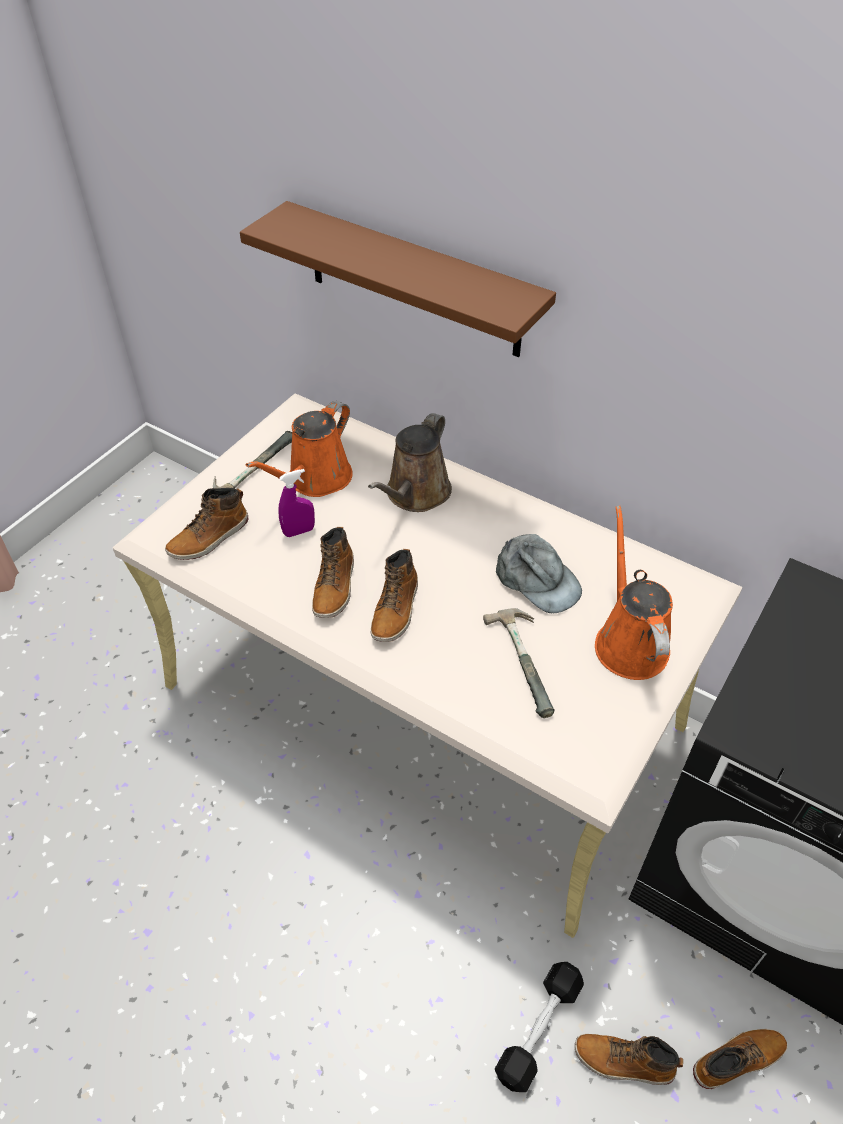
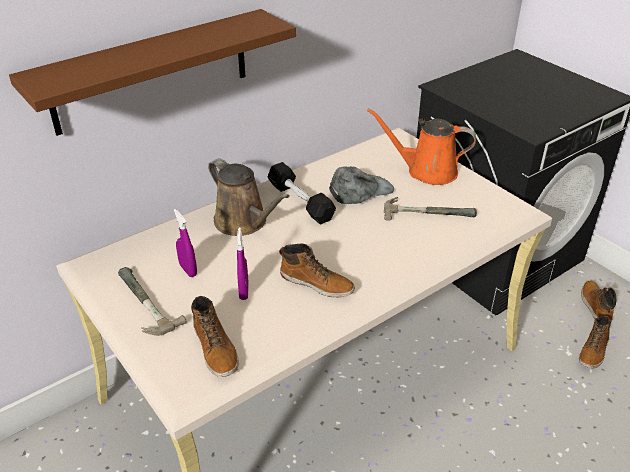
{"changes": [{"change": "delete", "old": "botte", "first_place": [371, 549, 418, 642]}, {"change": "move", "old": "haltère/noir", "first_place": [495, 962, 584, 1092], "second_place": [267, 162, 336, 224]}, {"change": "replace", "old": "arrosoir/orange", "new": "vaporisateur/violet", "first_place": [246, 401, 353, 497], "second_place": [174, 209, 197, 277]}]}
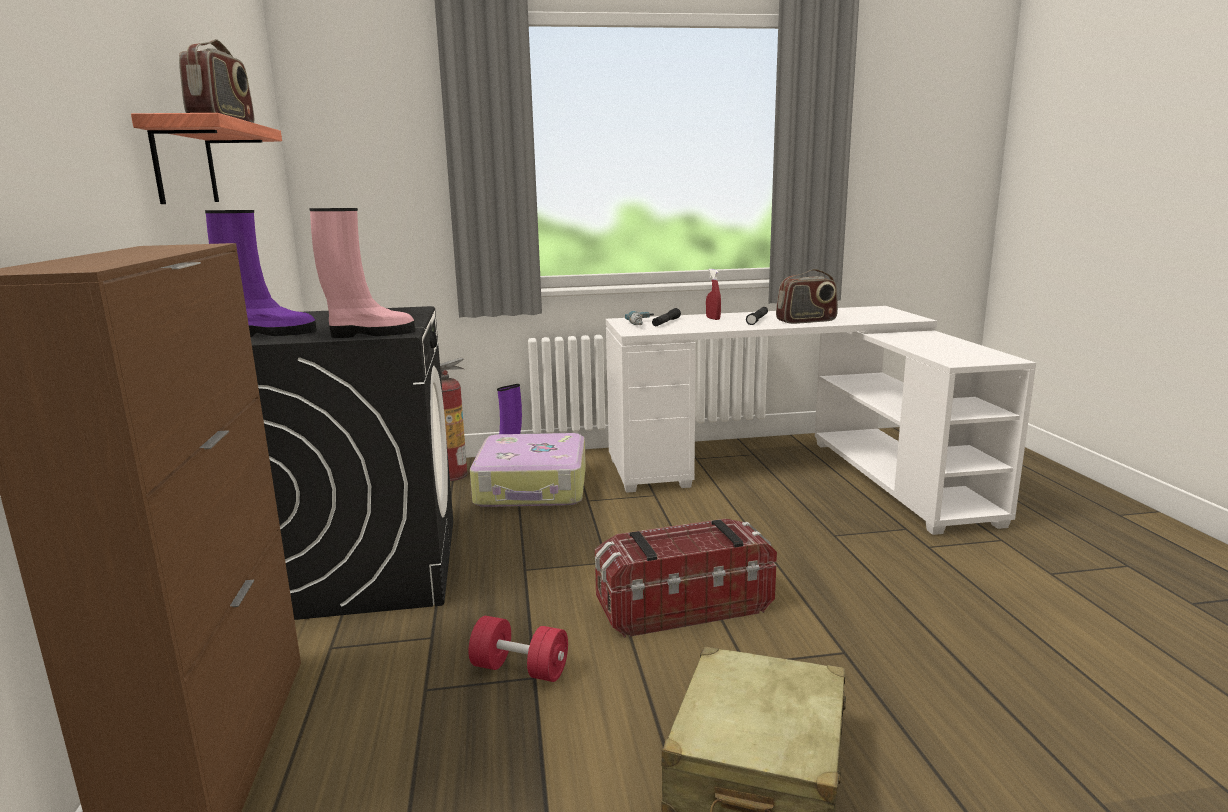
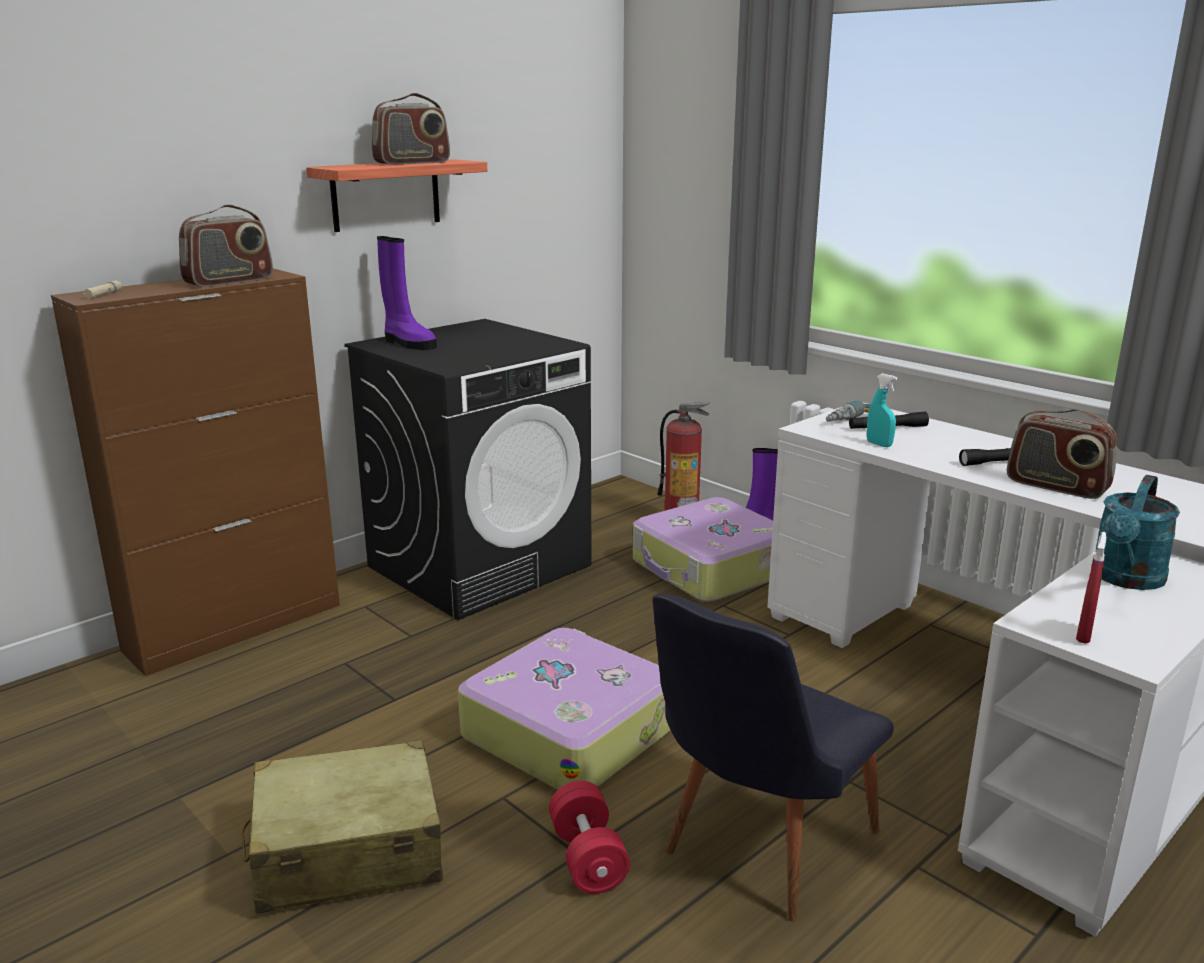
{"changes": [{"change": "delete", "old": "botte/rose", "first_place": [310, 208, 415, 338]}, {"change": "insert", "new": "lampe de poche/beige", "second_place": [83, 281, 122, 299]}, {"change": "insert", "new": "radio", "second_place": [179, 204, 273, 287]}, {"change": "insert", "new": "chaise/noir", "second_place": [652, 594, 894, 922]}, {"change": "insert", "new": "vaporisateur/turquoise", "second_place": [867, 373, 897, 447]}, {"change": "insert", "new": "arrosoir/turquoise", "second_place": [1091, 475, 1180, 590]}, {"change": "move", "old": "haltère/rouge", "first_place": [468, 616, 568, 682], "second_place": [549, 781, 630, 894]}, {"change": "move", "old": "vaporisateur/rouge", "first_place": [706, 269, 721, 320], "second_place": [1076, 532, 1107, 644]}, {"change": "replace", "old": "boîte de rangement", "new": "valise", "first_place": [595, 519, 777, 638], "second_place": [458, 628, 671, 790]}]}
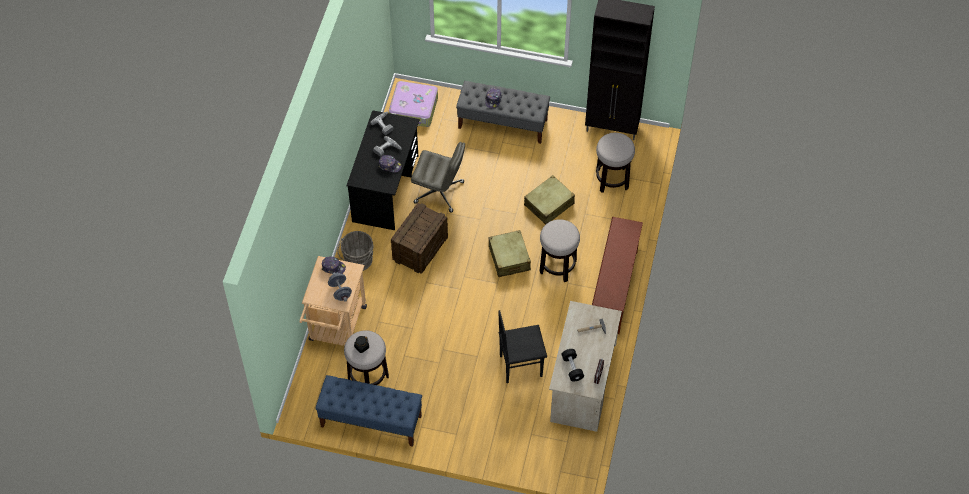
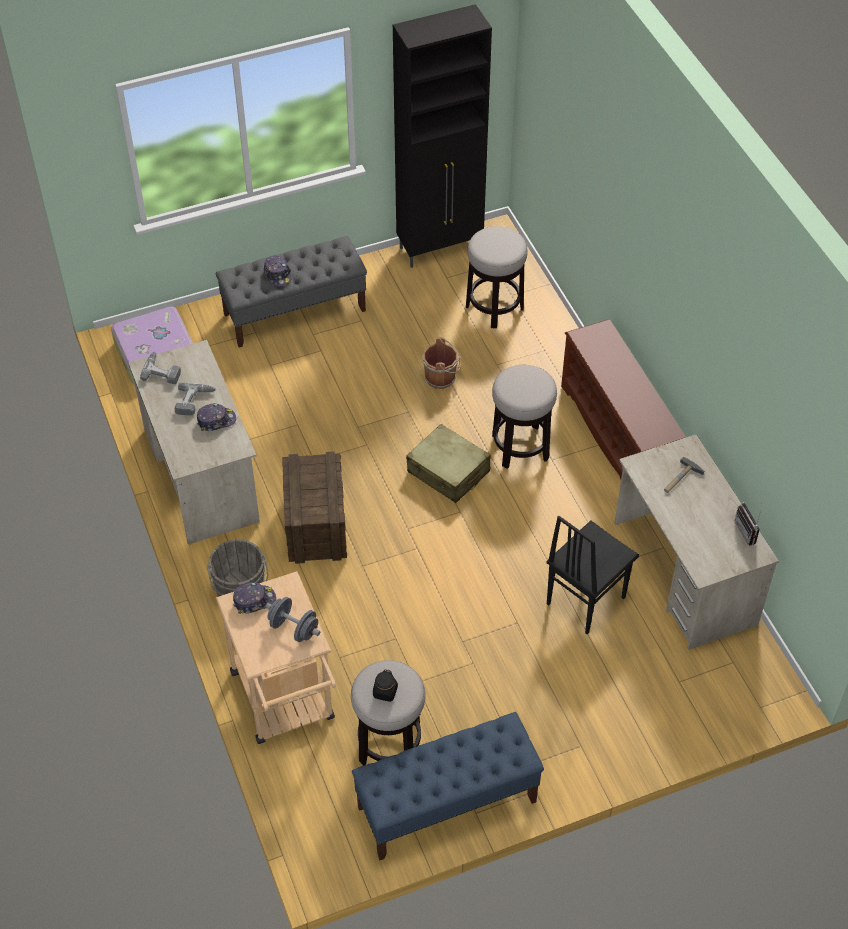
{"changes": [{"change": "delete", "old": "chaise de bureau/gris", "first_place": [411, 142, 465, 212]}, {"change": "delete", "old": "haltère/noir", "first_place": [562, 349, 584, 382]}, {"change": "replace", "old": "valise/beige", "new": "seau/marron", "first_place": [524, 175, 575, 225], "second_place": [422, 337, 462, 389]}, {"change": "recolor", "old": "bureau/noir", "new": "bureau/beige", "first_place": [346, 110, 419, 230], "second_place": [128, 340, 260, 545]}]}
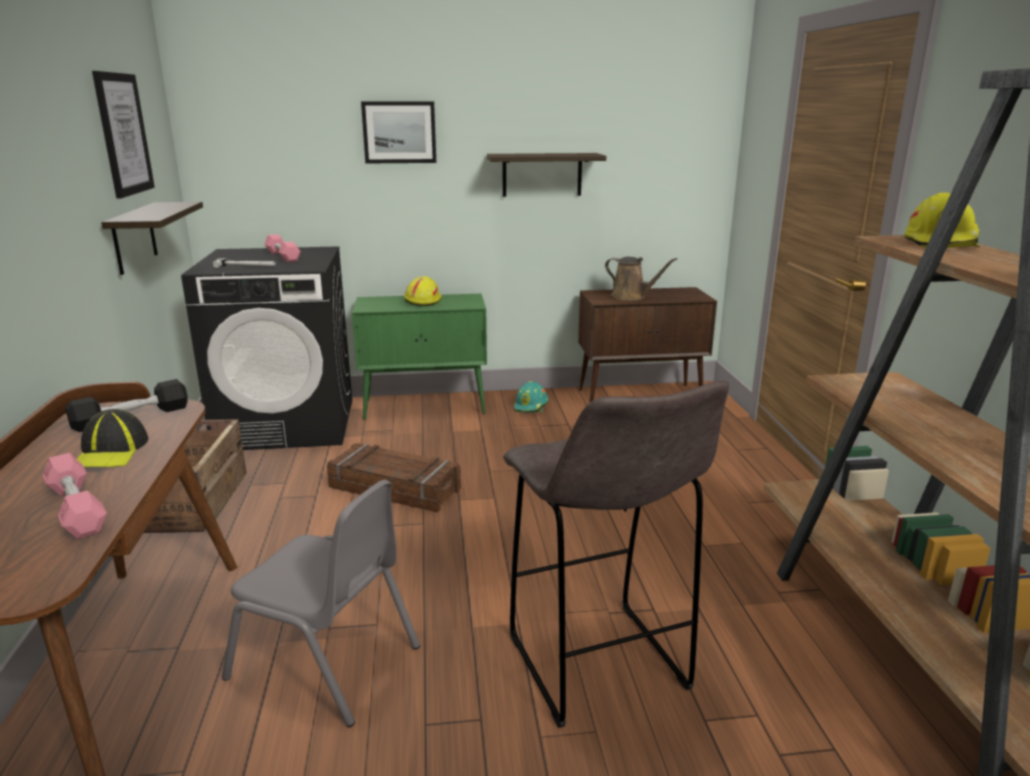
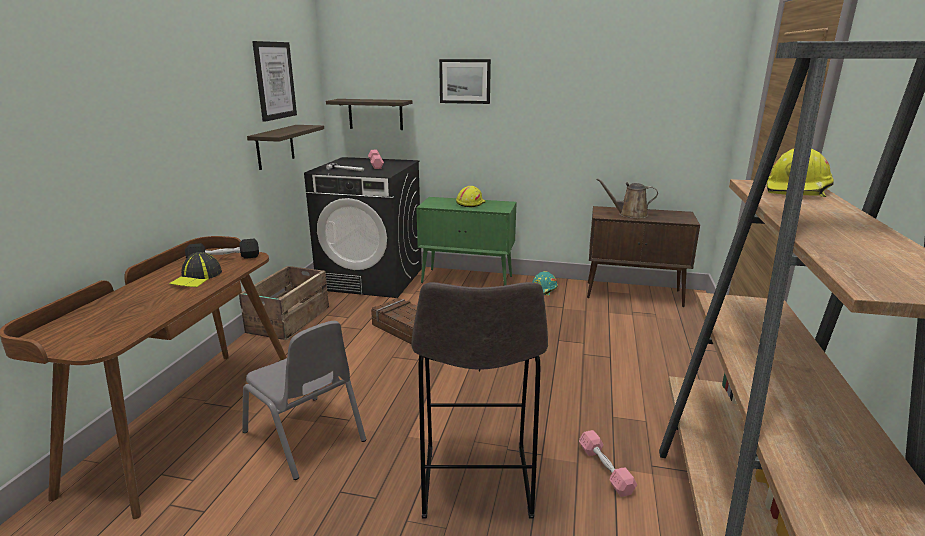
{"changes": [{"change": "move", "old": "haltère/rose", "first_place": [42, 453, 107, 539], "second_place": [579, 430, 637, 497]}, {"change": "move", "old": "étagère", "first_place": [487, 153, 606, 197], "second_place": [326, 99, 413, 130]}, {"change": "rotate", "old": "arrosoir/marron", "first_place": [605, 257, 677, 301], "second_place": [596, 178, 658, 218], "degrees": 135}]}
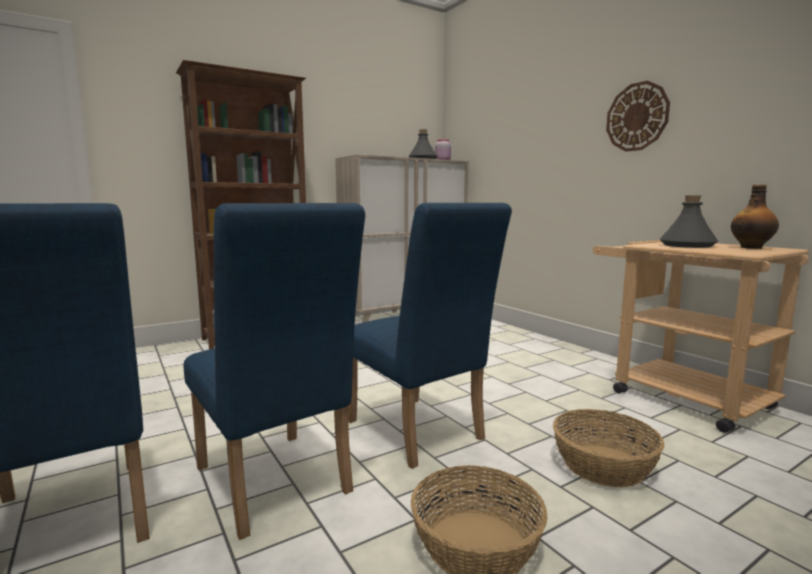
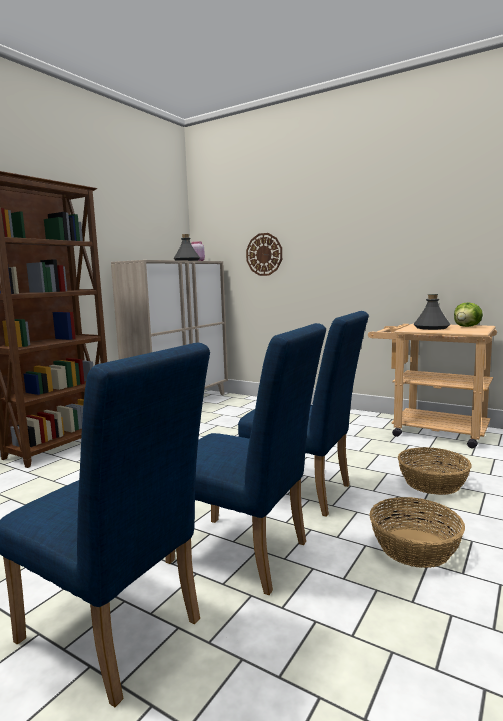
{"changes": [{"change": "move", "old": "horloge murale", "first_place": [606, 81, 670, 152], "second_place": [246, 233, 282, 276]}, {"change": "replace", "old": "bouteille", "new": "laitue", "first_place": [731, 184, 779, 249], "second_place": [454, 302, 483, 327]}]}
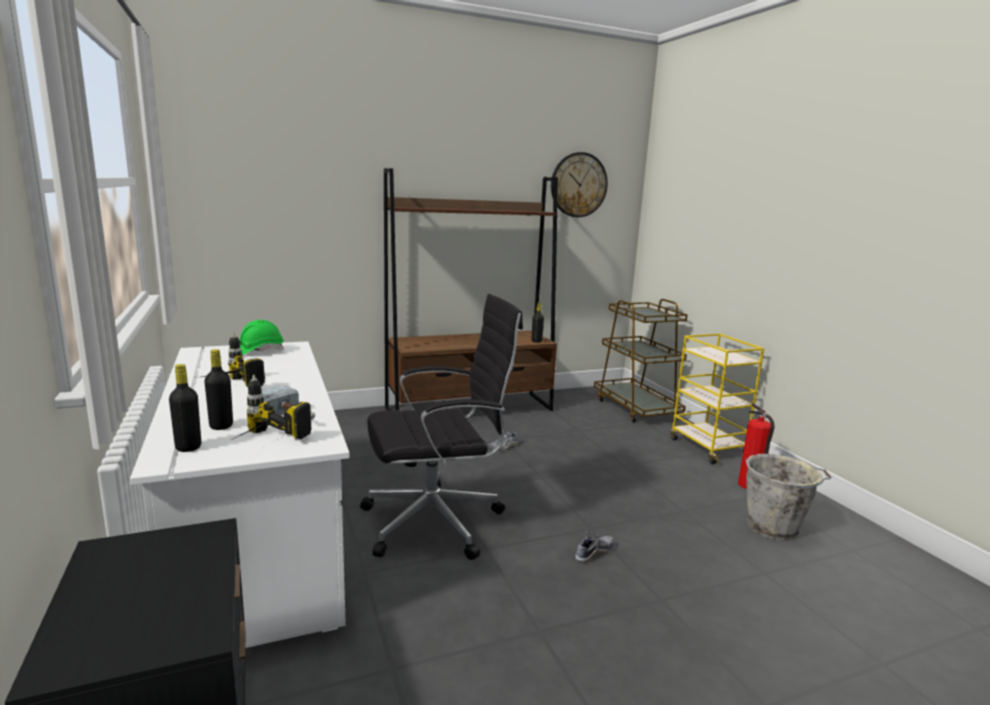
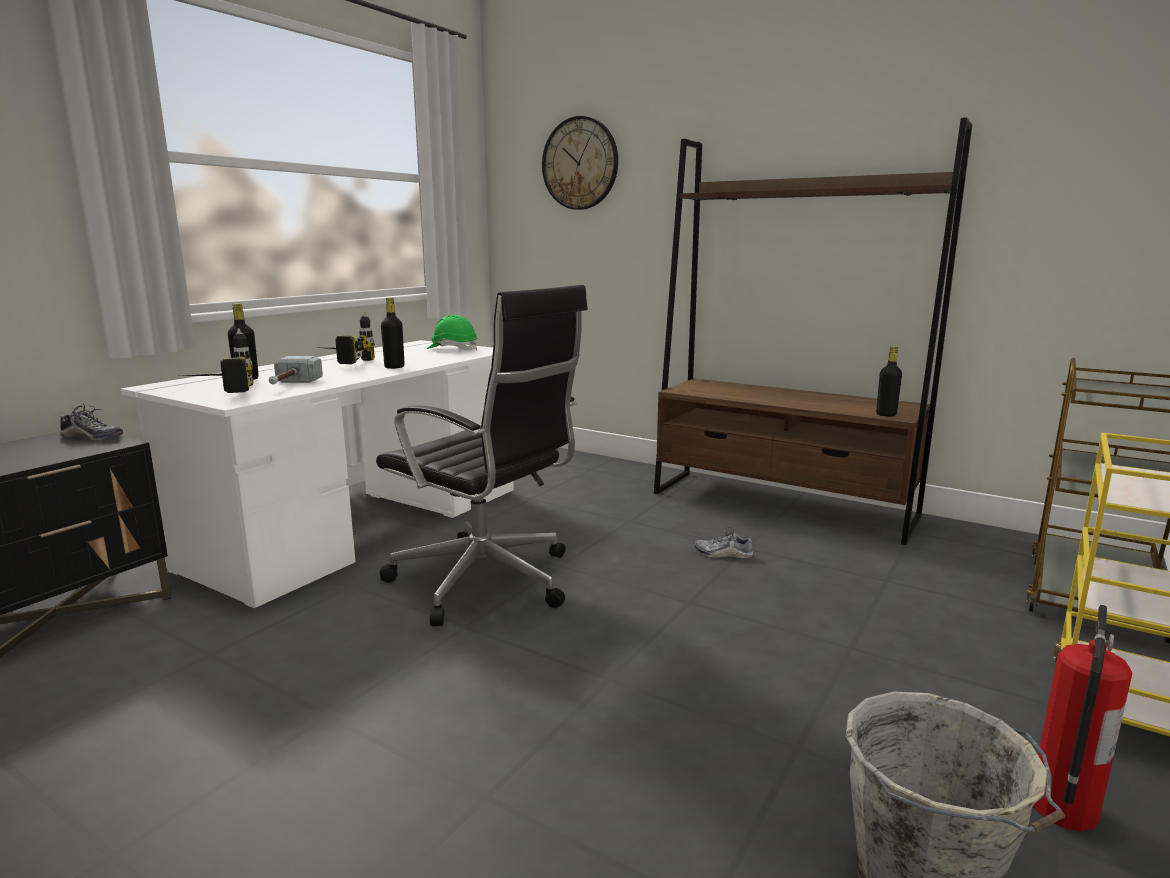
{"changes": [{"change": "move", "old": "bouteille/noir", "first_place": [169, 364, 201, 452], "second_place": [381, 298, 404, 369]}, {"change": "move", "old": "horloge murale", "first_place": [551, 152, 608, 217], "second_place": [542, 116, 618, 210]}, {"change": "move", "old": "chaussure", "first_place": [575, 530, 614, 563], "second_place": [60, 404, 123, 440]}]}
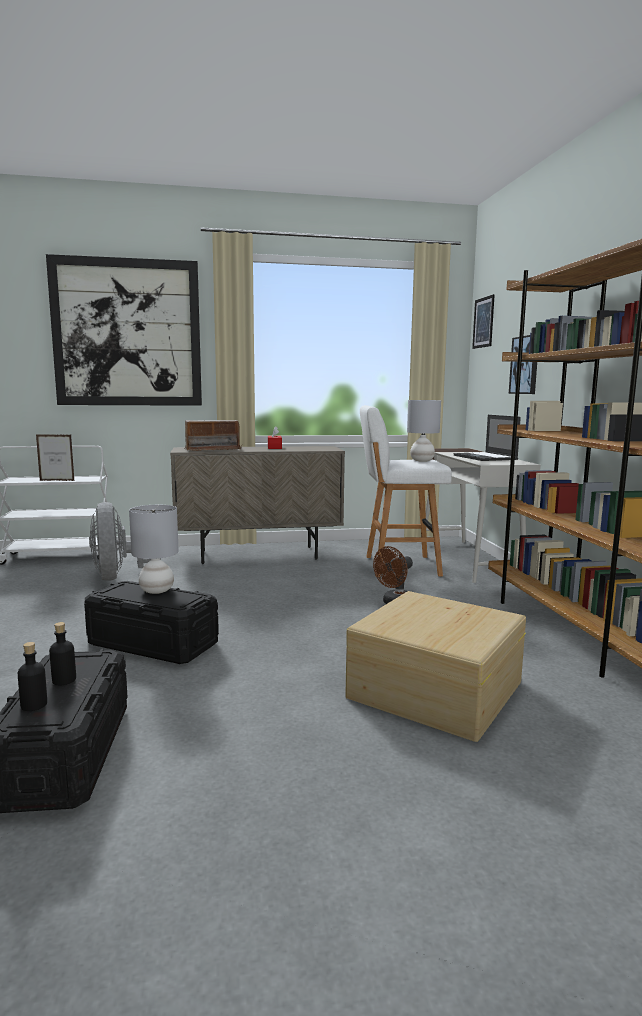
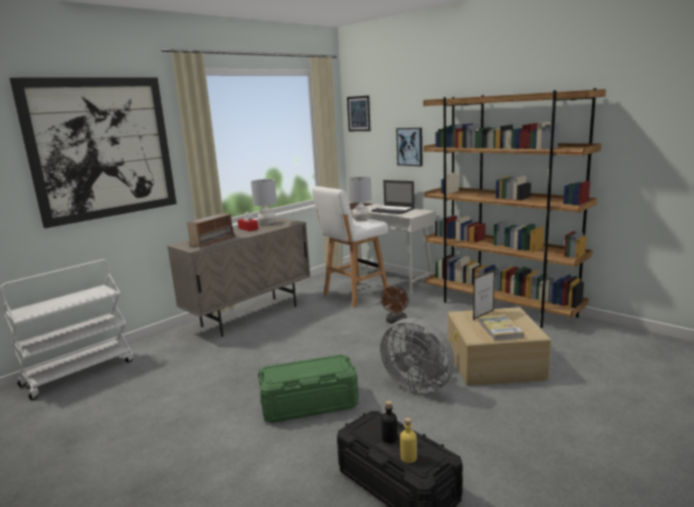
{"changes": [{"change": "insert", "new": "livre", "second_place": [479, 314, 524, 341]}, {"change": "move", "old": "cadre photo", "first_place": [36, 434, 74, 481], "second_place": [473, 270, 495, 320]}, {"change": "move", "old": "ventilateur/gris", "first_place": [89, 502, 161, 581], "second_place": [380, 318, 455, 394]}, {"change": "move", "old": "lampe de table/gris", "first_place": [129, 505, 179, 594], "second_place": [251, 179, 277, 225]}, {"change": "recolor", "old": "bouteille/noir", "new": "bouteille/jaune", "first_place": [18, 642, 47, 711], "second_place": [400, 417, 417, 463]}, {"change": "recolor", "old": "boîte de rangement/noir", "new": "boîte de rangement/vert", "first_place": [84, 581, 219, 664], "second_place": [258, 354, 359, 423]}]}
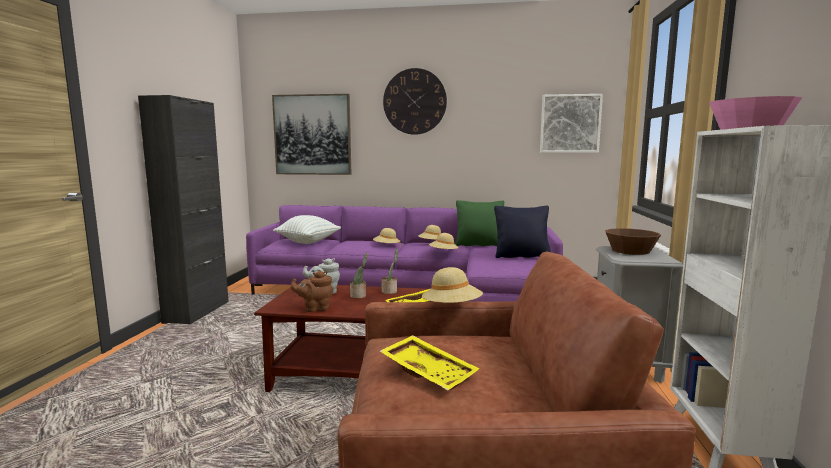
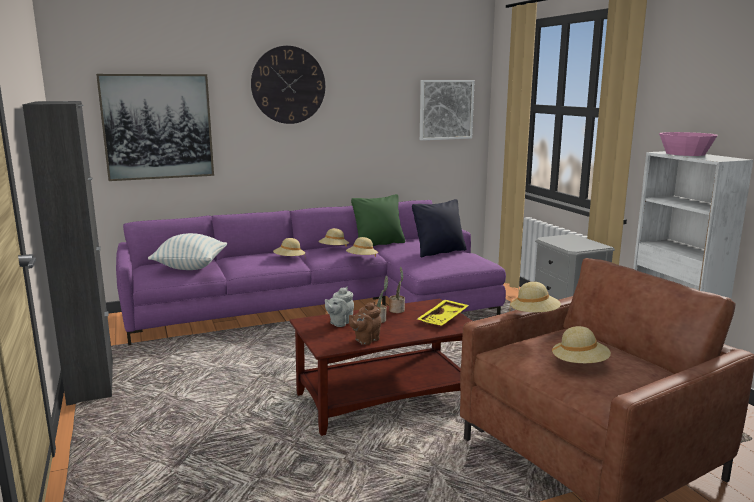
{"changes": [{"change": "delete", "old": "bol/marron", "first_place": [605, 228, 661, 255]}, {"change": "replace", "old": "plateau/jaune", "new": "chapeau/beige", "first_place": [380, 335, 480, 390], "second_place": [551, 326, 611, 363]}]}
